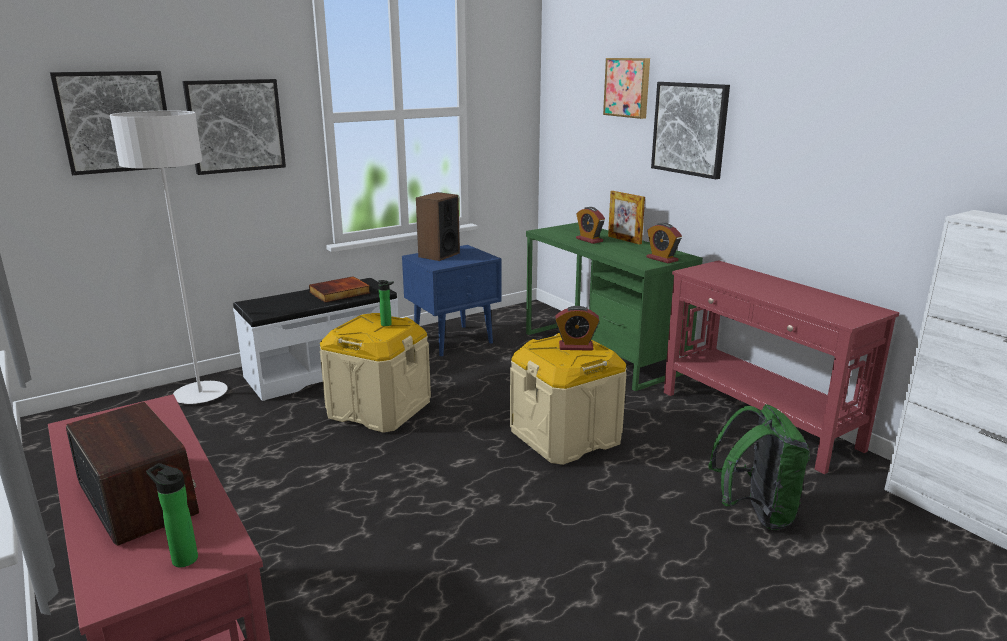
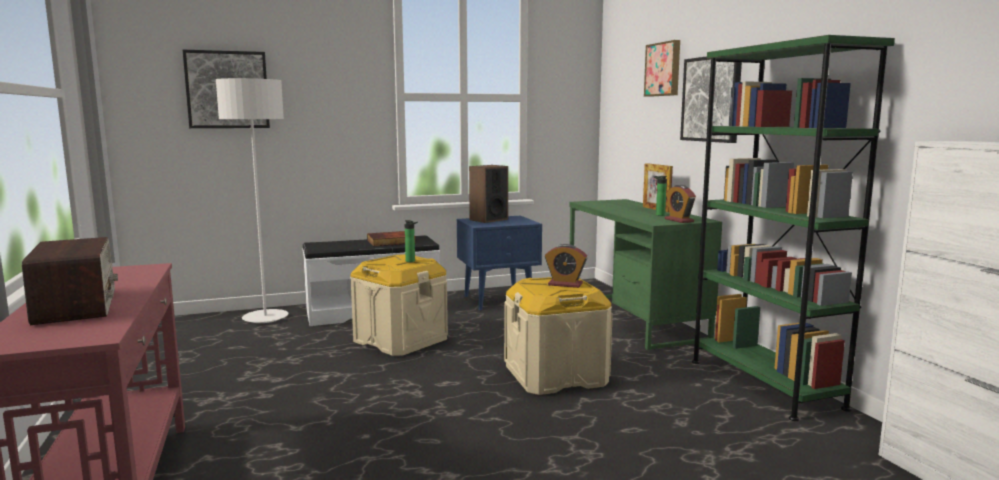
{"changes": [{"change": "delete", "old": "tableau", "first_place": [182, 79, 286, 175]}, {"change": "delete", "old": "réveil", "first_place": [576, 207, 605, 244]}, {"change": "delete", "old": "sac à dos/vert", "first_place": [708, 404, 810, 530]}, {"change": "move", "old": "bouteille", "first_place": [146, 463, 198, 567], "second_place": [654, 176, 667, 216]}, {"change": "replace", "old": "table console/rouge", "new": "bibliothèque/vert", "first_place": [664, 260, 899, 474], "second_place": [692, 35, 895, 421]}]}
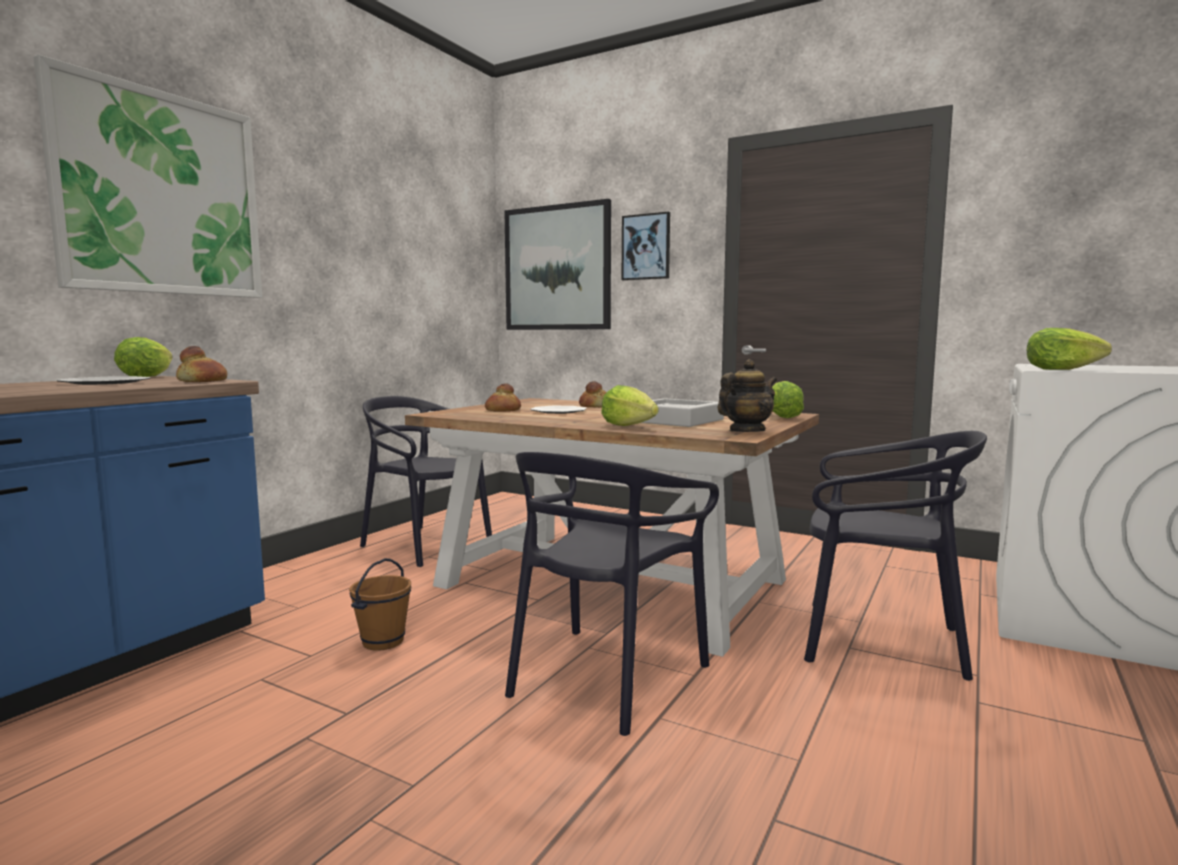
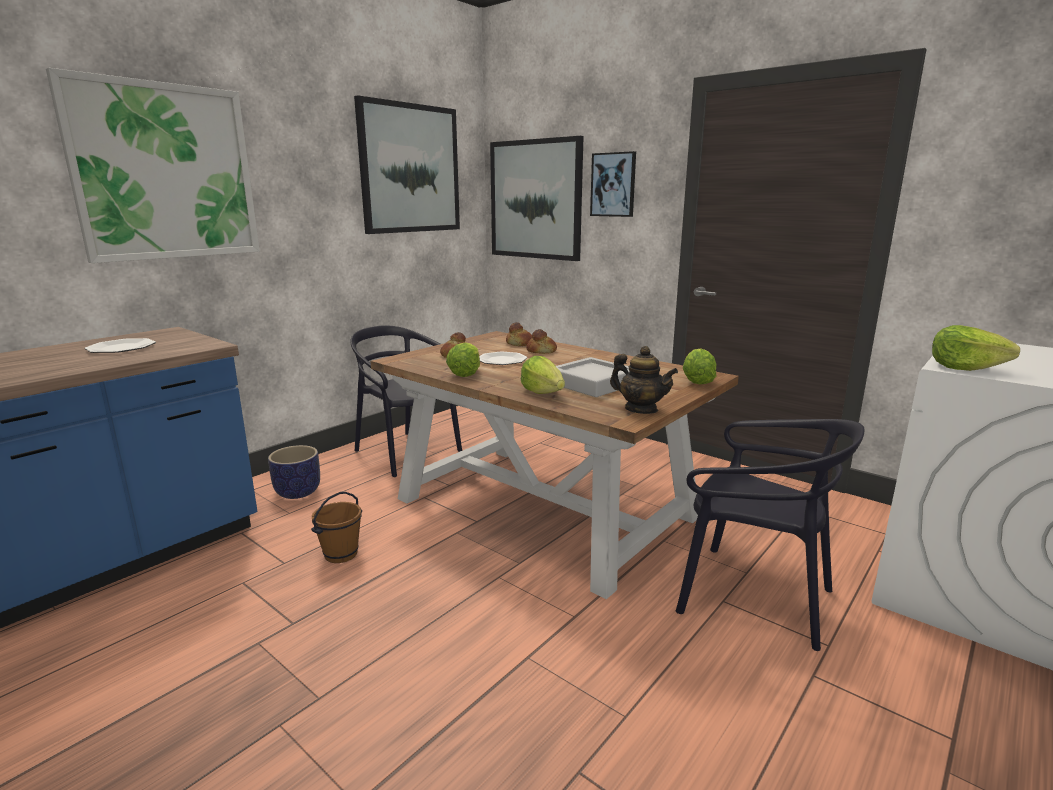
{"changes": [{"change": "delete", "old": "chaise/noir", "first_place": [505, 452, 719, 736]}, {"change": "insert", "new": "cache-pot", "second_place": [268, 445, 320, 499]}, {"change": "insert", "new": "tableau", "second_place": [354, 95, 460, 234]}, {"change": "move", "old": "laitue", "first_place": [114, 337, 173, 377], "second_place": [446, 342, 480, 377]}, {"change": "move", "old": "pain", "first_place": [176, 346, 227, 382], "second_place": [506, 322, 532, 346]}, {"change": "rotate", "old": "théière", "first_place": [717, 359, 777, 432], "second_place": [610, 346, 678, 414], "degrees": 60}]}
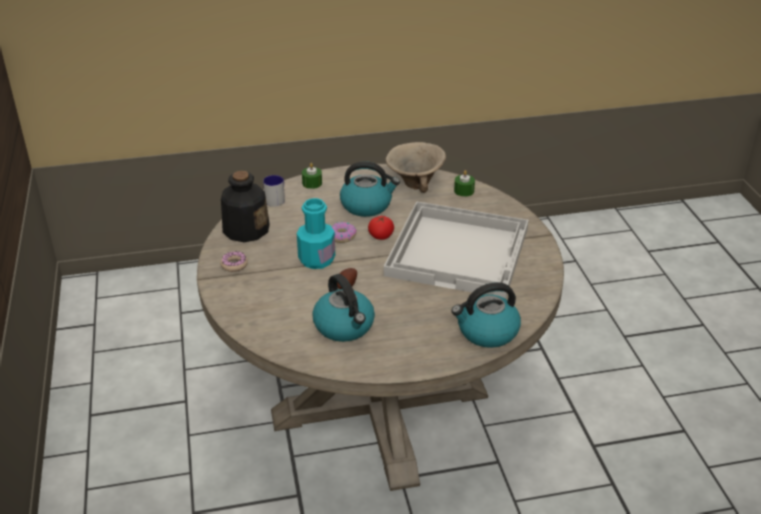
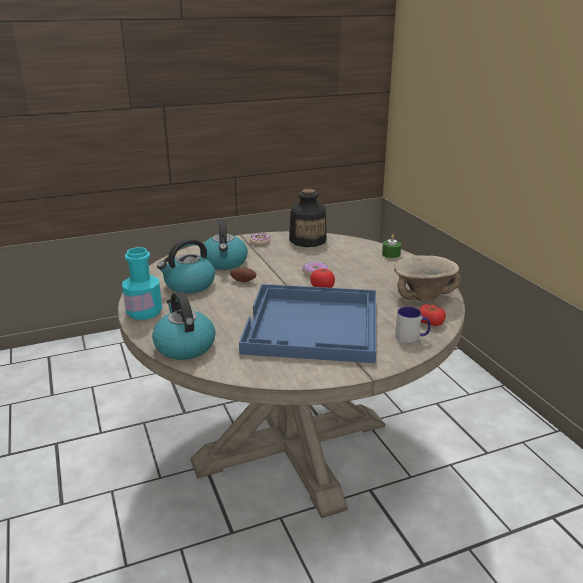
{"changes": [{"change": "move", "old": "mug", "first_place": [263, 175, 285, 207], "second_place": [395, 307, 430, 343]}, {"change": "move", "old": "bouteille/turquoise", "first_place": [297, 198, 335, 269], "second_place": [122, 247, 162, 320]}, {"change": "move", "old": "bouilloire", "first_place": [340, 161, 400, 217], "second_place": [200, 218, 248, 270]}, {"change": "replace", "old": "bougie/vert", "new": "tomate", "first_place": [454, 170, 475, 197], "second_place": [419, 304, 446, 326]}, {"change": "recolor", "old": "plateau/blanc", "new": "plateau/bleu", "first_place": [384, 201, 529, 299], "second_place": [239, 284, 376, 363]}]}
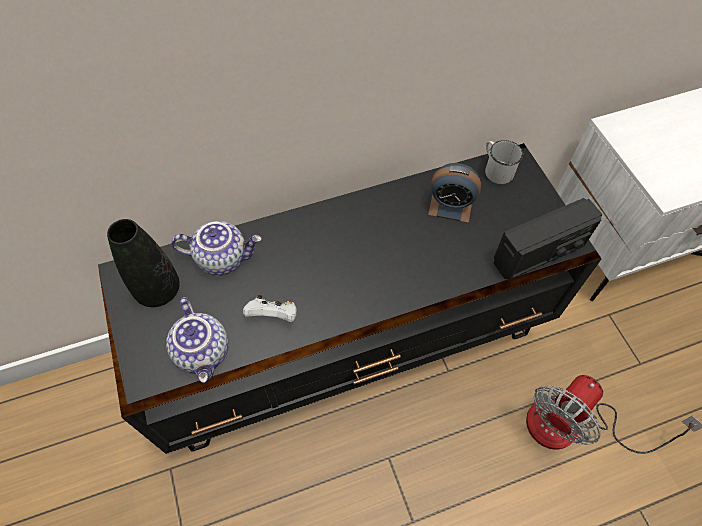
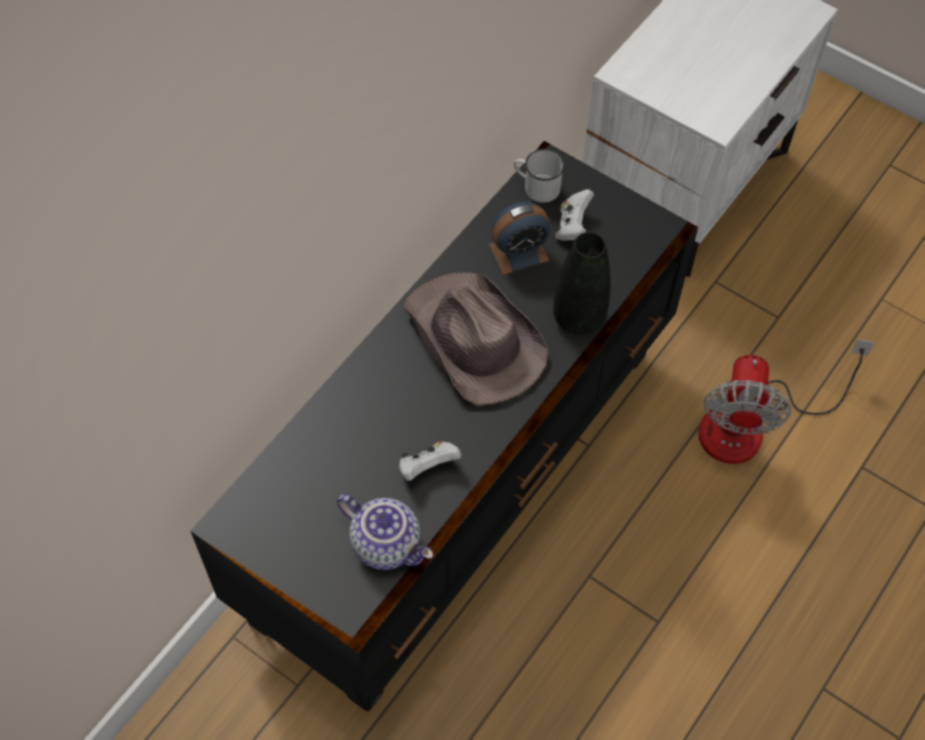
{"changes": [{"change": "delete", "old": "théière", "first_place": [171, 221, 262, 276]}, {"change": "delete", "old": "radio", "first_place": [494, 198, 603, 280]}, {"change": "insert", "new": "chapeau/marron", "second_place": [403, 273, 548, 406]}, {"change": "insert", "new": "manette/blanc", "second_place": [555, 189, 594, 241]}, {"change": "move", "old": "vase/noir", "first_place": [107, 219, 180, 307], "second_place": [553, 232, 611, 335]}]}
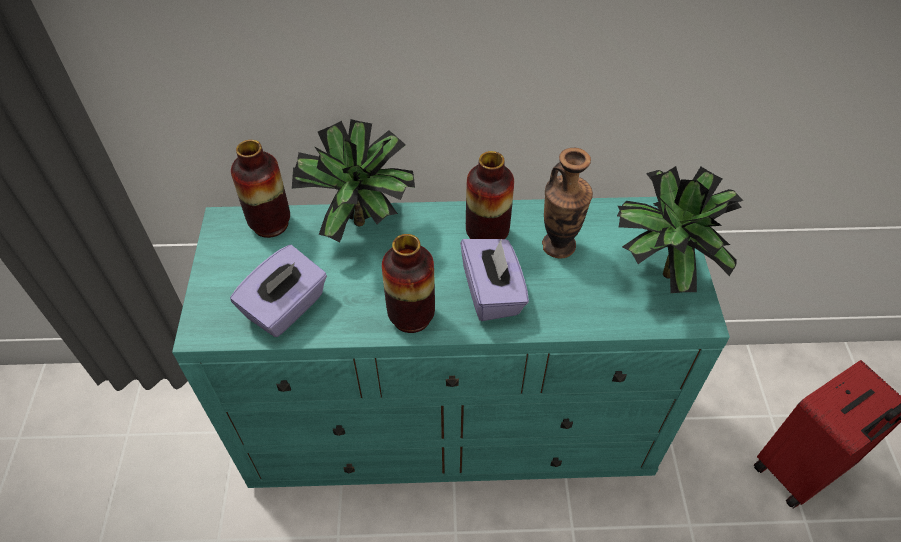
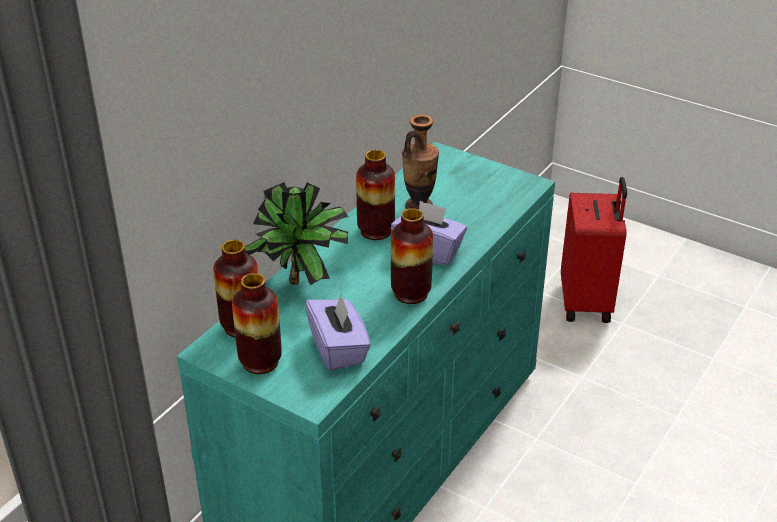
{"changes": [{"change": "delete", "old": "plante en pot", "first_place": [617, 166, 743, 293]}, {"change": "insert", "new": "vase", "second_place": [232, 273, 282, 374]}]}
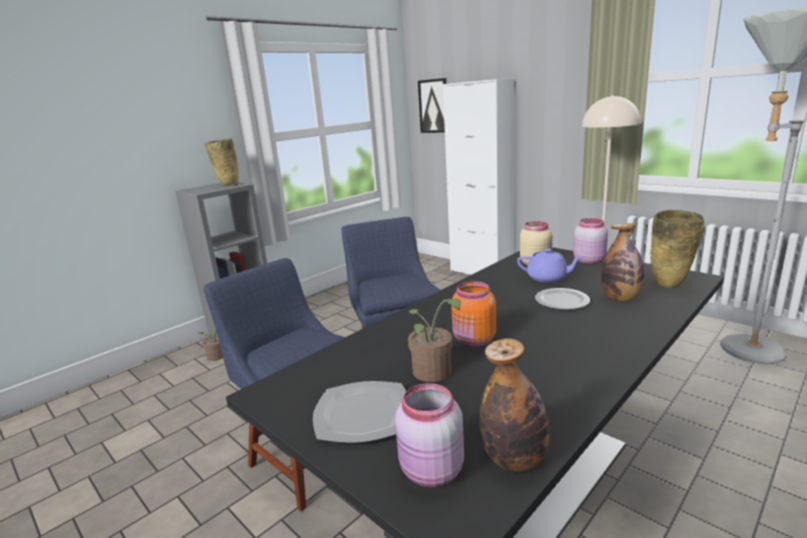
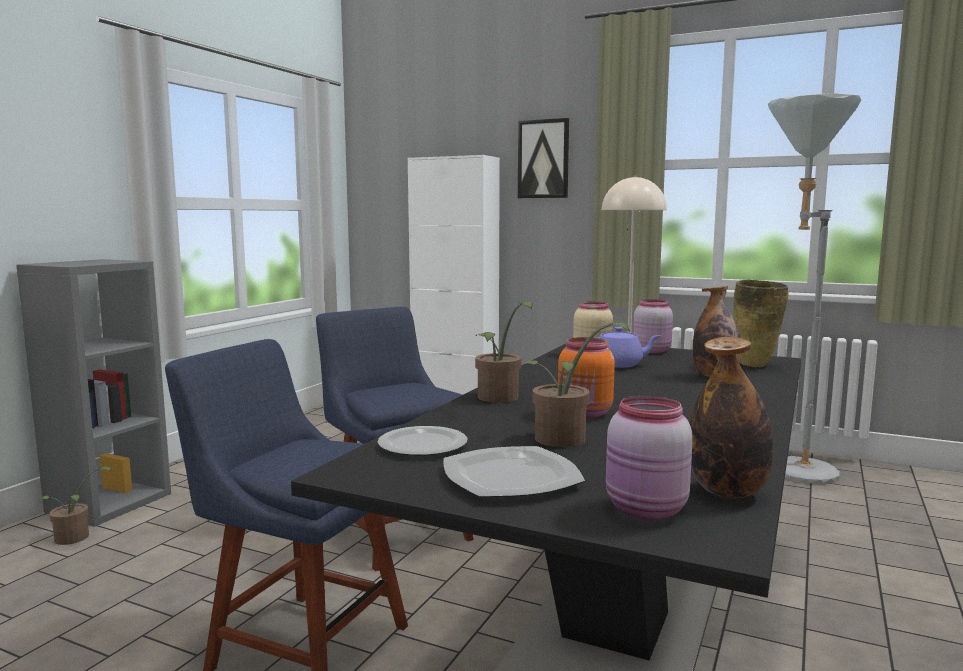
{"changes": [{"change": "delete", "old": "vase/beige", "first_place": [205, 138, 239, 186]}, {"change": "insert", "new": "plante en pot", "second_place": [475, 301, 533, 403]}, {"change": "move", "old": "tableau", "first_place": [418, 78, 447, 133], "second_place": [518, 118, 569, 198]}, {"change": "move", "old": "assiette", "first_place": [535, 288, 590, 310], "second_place": [377, 426, 467, 456]}]}
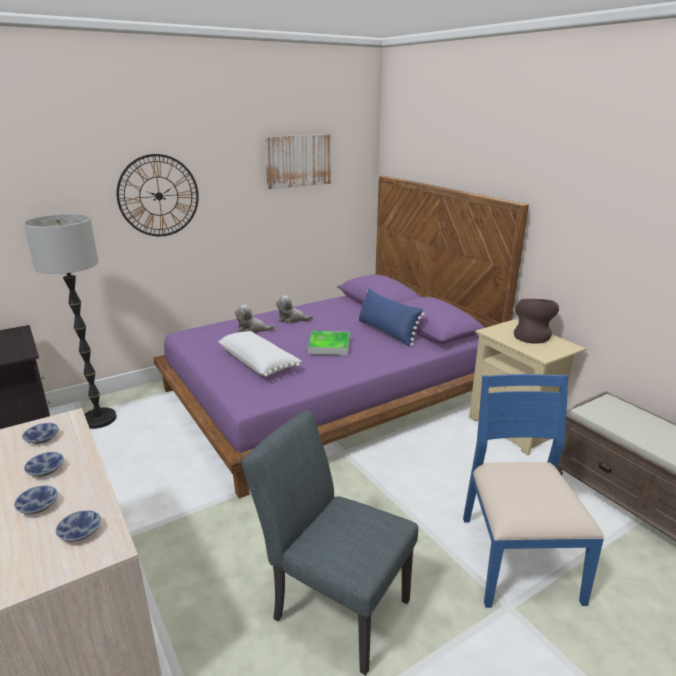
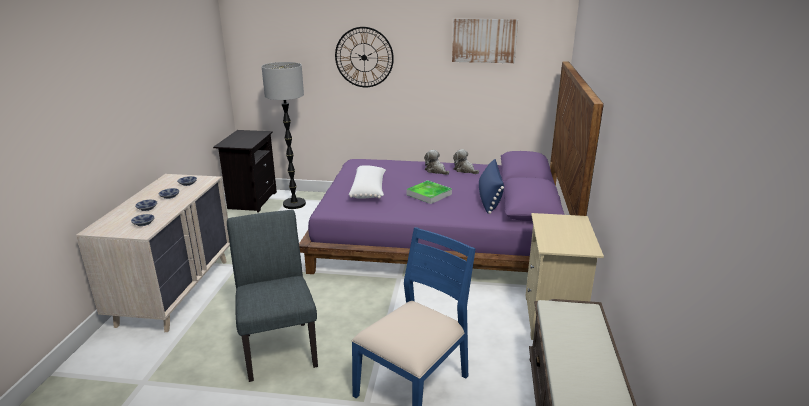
{"changes": [{"change": "delete", "old": "vase/marron", "first_place": [514, 299, 559, 344]}, {"change": "move", "old": "peluche", "first_place": [235, 304, 275, 333], "second_place": [453, 149, 479, 174]}]}
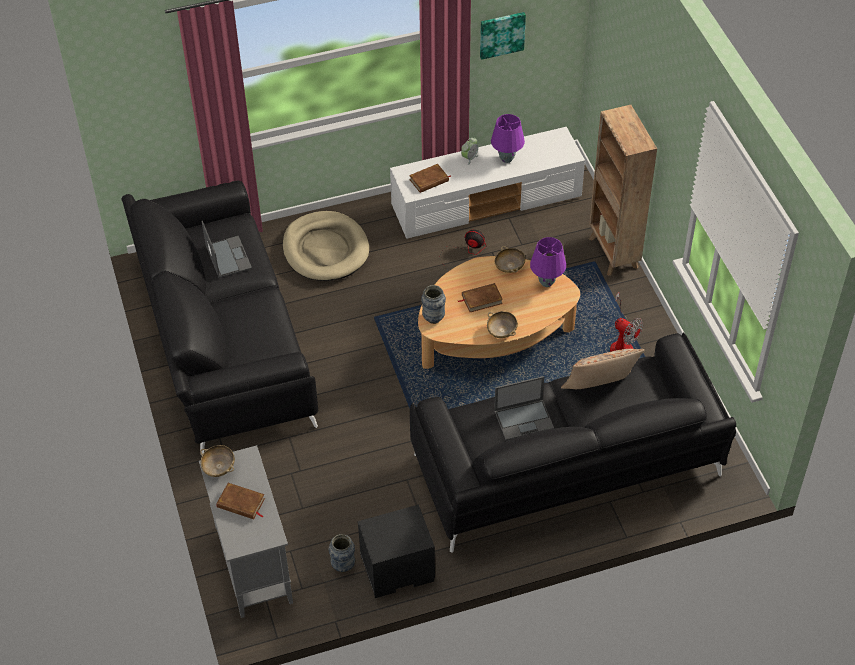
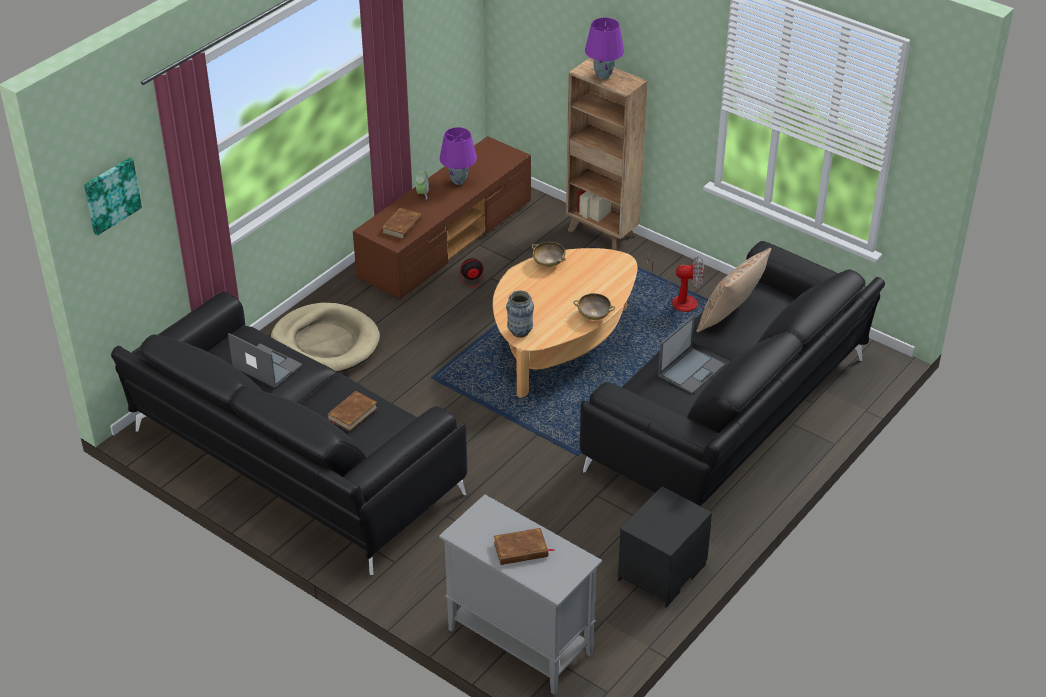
{"changes": [{"change": "delete", "old": "bol/beige", "first_place": [200, 445, 235, 477]}, {"change": "delete", "old": "vase", "first_place": [329, 534, 355, 572]}, {"change": "move", "old": "livre/marron", "first_place": [458, 283, 503, 312], "second_place": [327, 391, 377, 431]}, {"change": "move", "old": "tableau", "first_place": [480, 12, 526, 60], "second_place": [84, 158, 142, 235]}, {"change": "move", "old": "lampe de table/violet", "first_place": [530, 237, 566, 287], "second_place": [585, 18, 624, 79]}, {"change": "recolor", "old": "meuble télé/blanc", "new": "meuble télé/marron", "first_place": [390, 127, 585, 239], "second_place": [353, 136, 531, 300]}]}
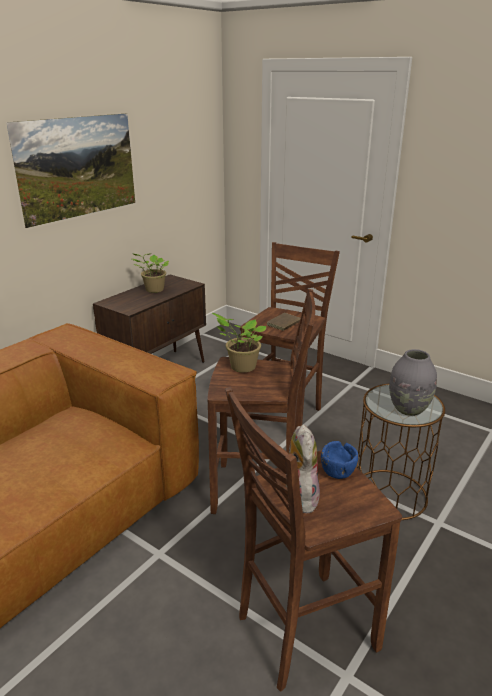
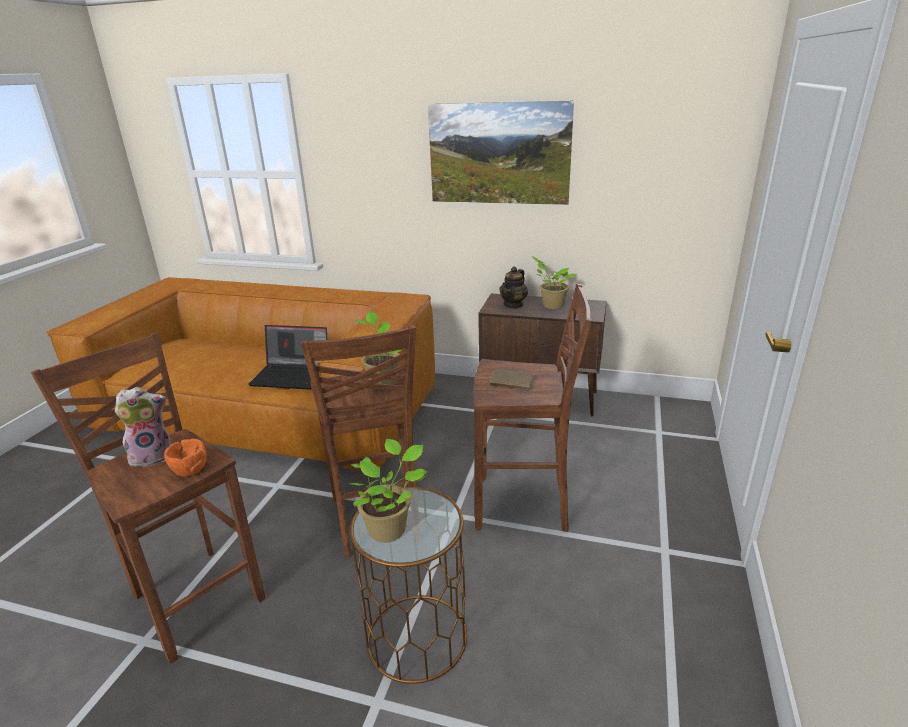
{"changes": [{"change": "insert", "new": "ordinateur portable", "second_place": [248, 325, 327, 390]}, {"change": "insert", "new": "théière", "second_place": [499, 266, 528, 308]}, {"change": "replace", "old": "vase/gris", "new": "plante en pot", "first_place": [389, 349, 437, 416], "second_place": [350, 439, 427, 542]}, {"change": "recolor", "old": "bol/bleu", "new": "bol/orange", "first_place": [321, 441, 358, 479], "second_place": [164, 438, 207, 477]}]}
